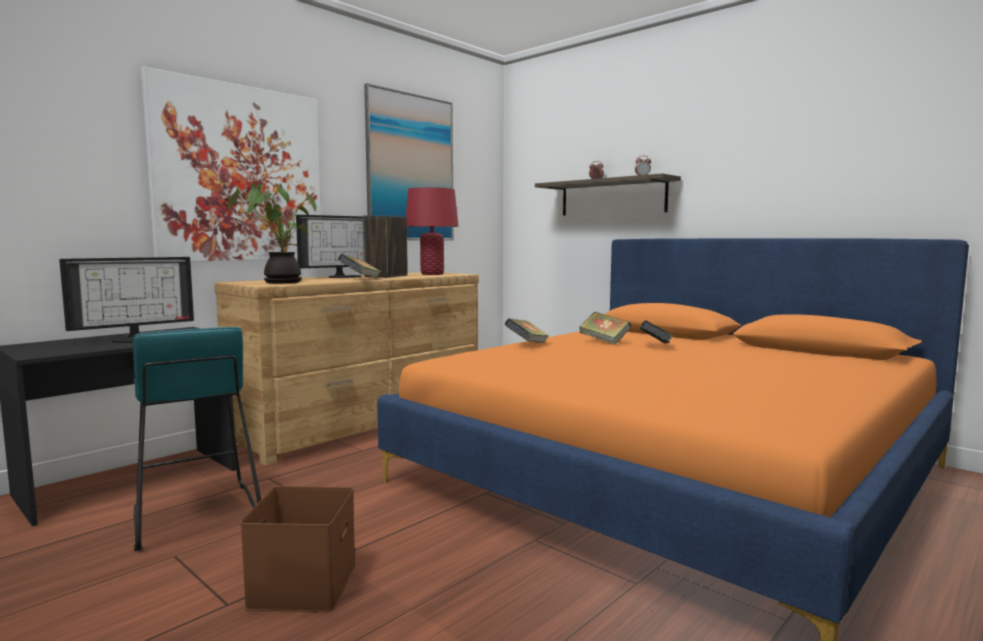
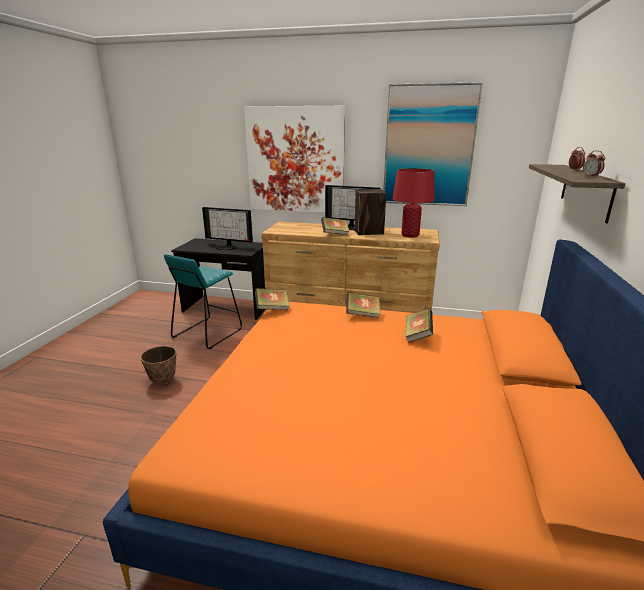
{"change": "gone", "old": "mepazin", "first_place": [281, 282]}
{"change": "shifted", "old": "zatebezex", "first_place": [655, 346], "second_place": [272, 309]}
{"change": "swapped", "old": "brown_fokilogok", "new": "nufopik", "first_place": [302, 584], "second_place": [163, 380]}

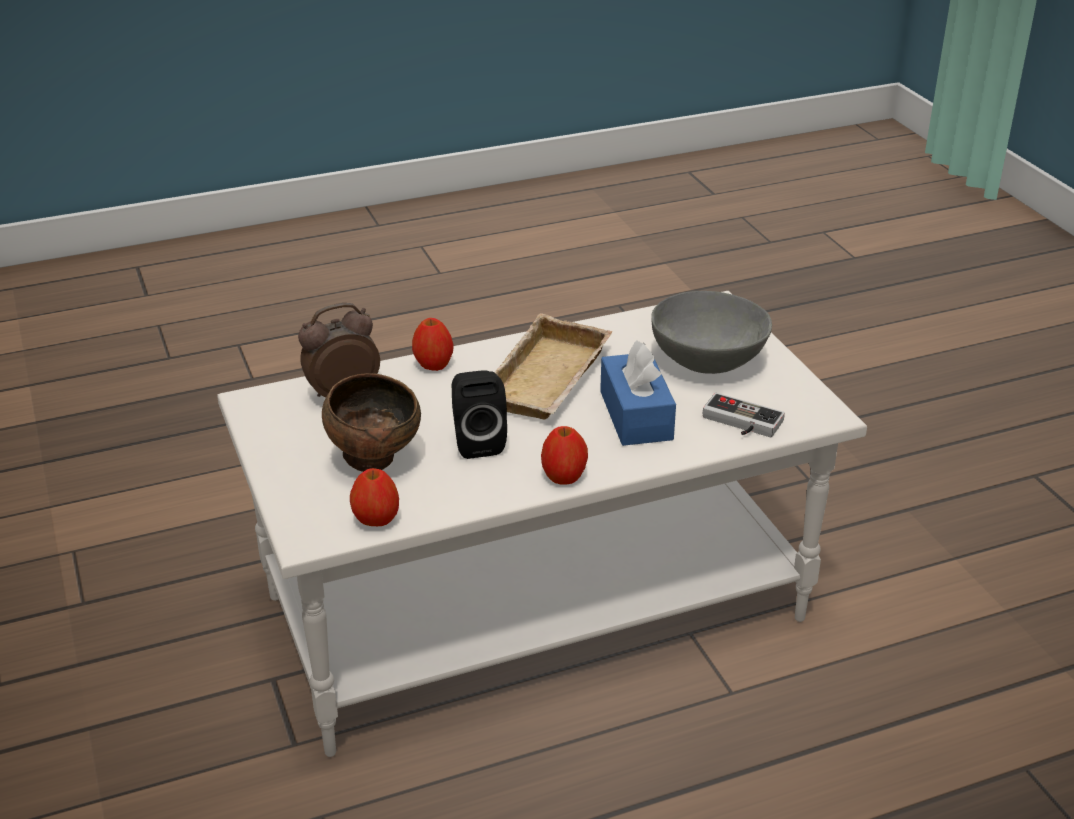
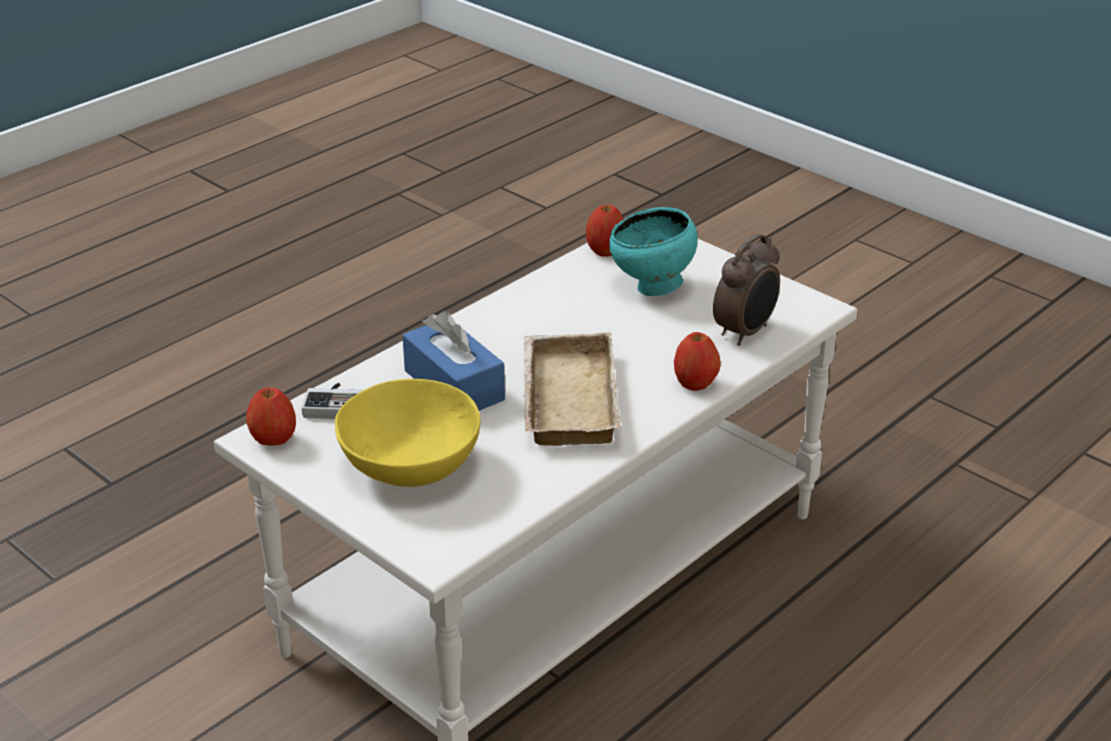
{"change": "gone", "old": "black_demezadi", "first_place": [477, 442]}
{"change": "shifted", "old": "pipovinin", "first_place": [564, 477], "second_place": [273, 440]}
{"change": "repainted", "old": "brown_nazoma", "new": "turquoise_nazoma", "first_place": [375, 461], "second_place": [652, 288]}
{"change": "repainted", "old": "grey_nazoma", "new": "yellow_nazoma", "first_place": [708, 361], "second_place": [411, 468]}

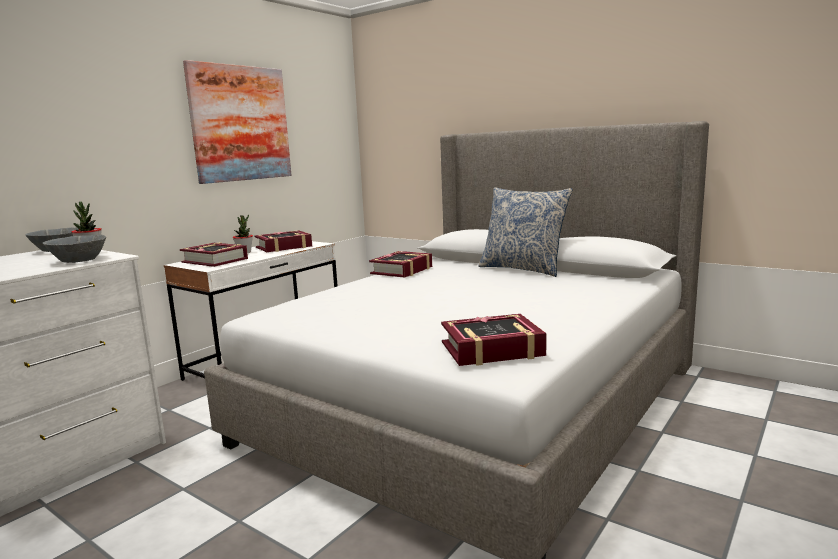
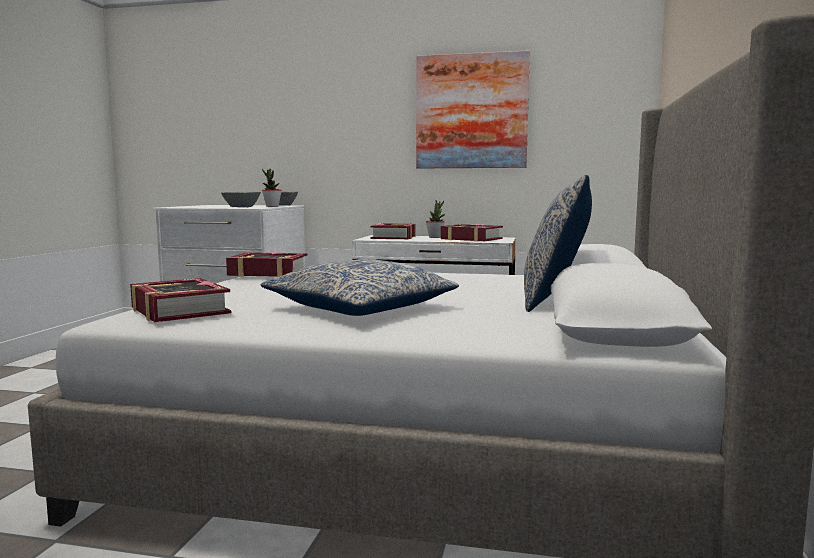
{"change": "new", "new": "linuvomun", "second_place": [361, 307]}
{"change": "shifted", "old": "zatebezex", "first_place": [402, 270], "second_place": [268, 273]}

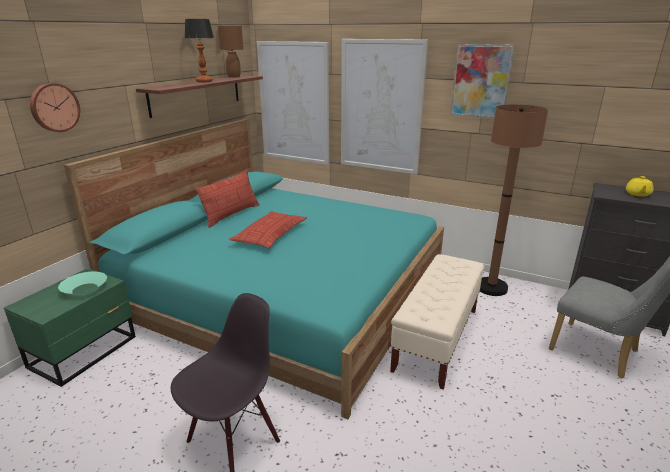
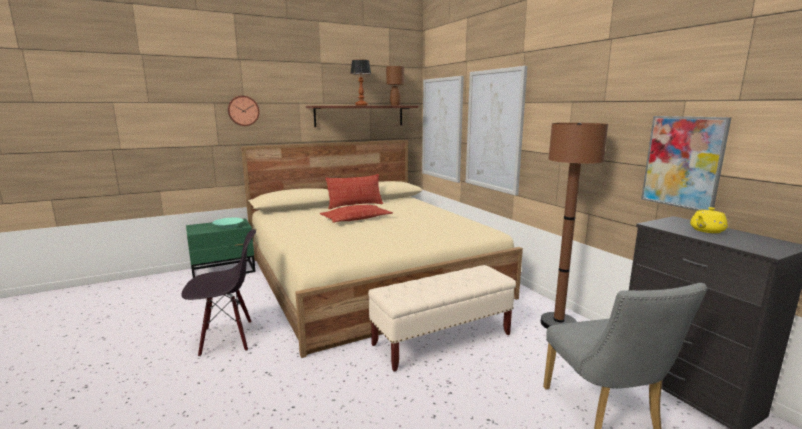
{"change": "shifted", "old": "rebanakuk", "first_place": [481, 81], "second_place": [683, 162]}
{"change": "repainted", "old": "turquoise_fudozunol", "new": "beige_fudozunol", "first_place": [285, 295], "second_place": [370, 277]}

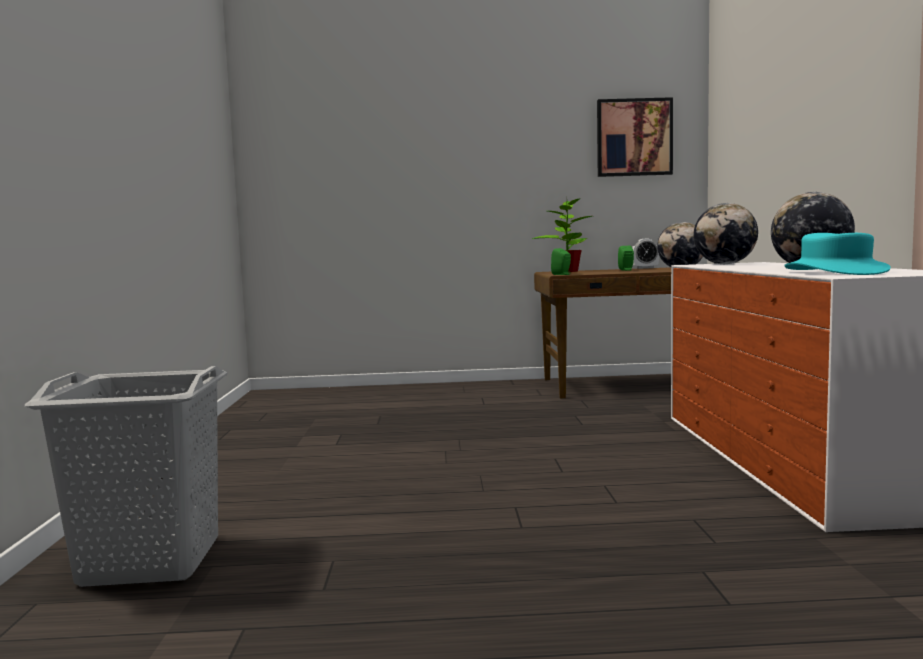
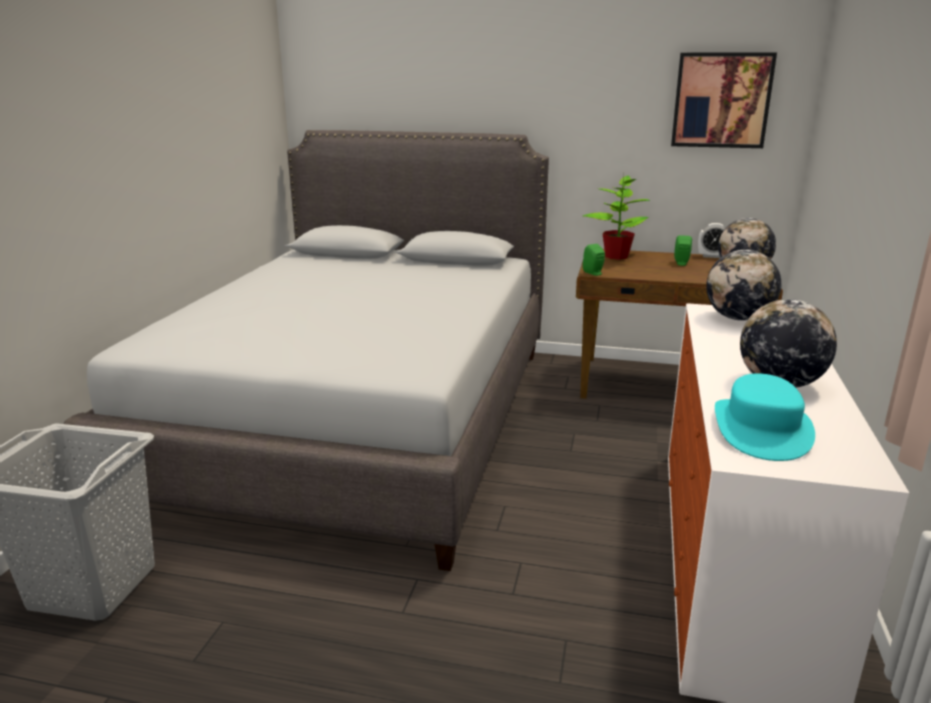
{"change": "new", "new": "grey_fudozunol", "second_place": [361, 418]}

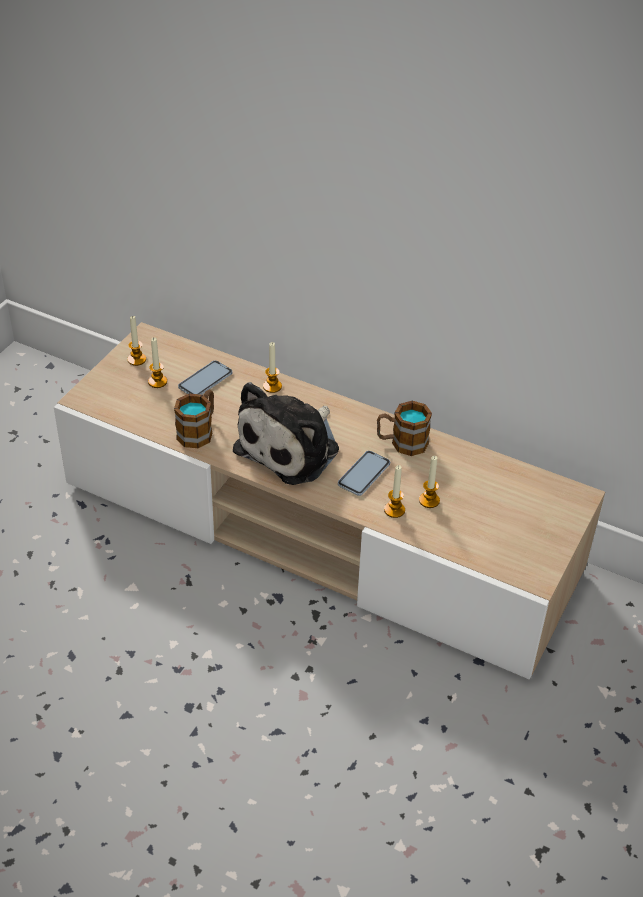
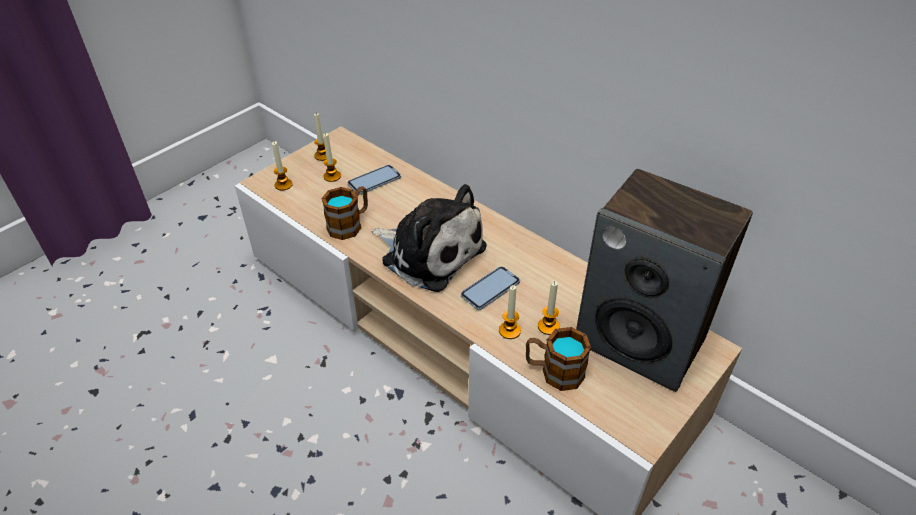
{"change": "new", "new": "demezadi", "second_place": [641, 341]}
{"change": "shifted", "old": "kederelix", "first_place": [272, 386], "second_place": [283, 185]}
{"change": "shifted", "old": "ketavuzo", "first_place": [401, 443], "second_place": [554, 371]}
{"change": "rotated", "old": "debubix", "first_place": [292, 447], "second_place": [429, 252], "degrees": -105}

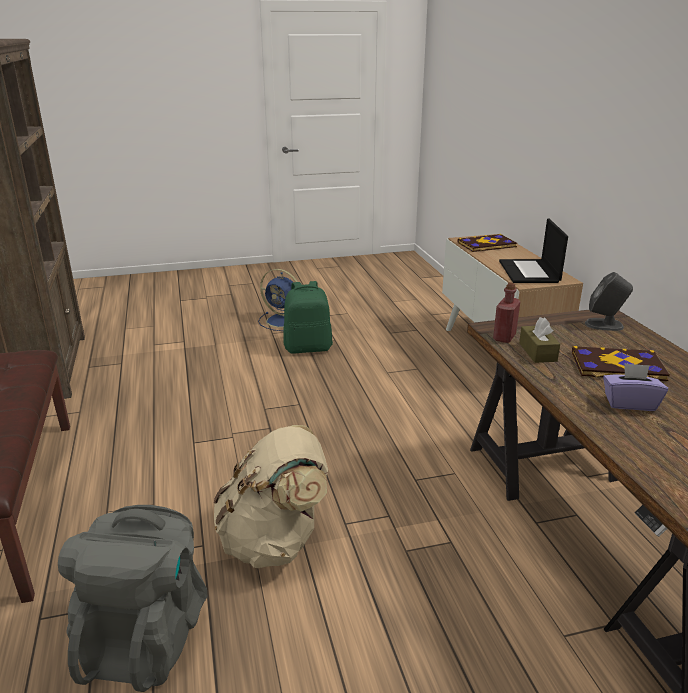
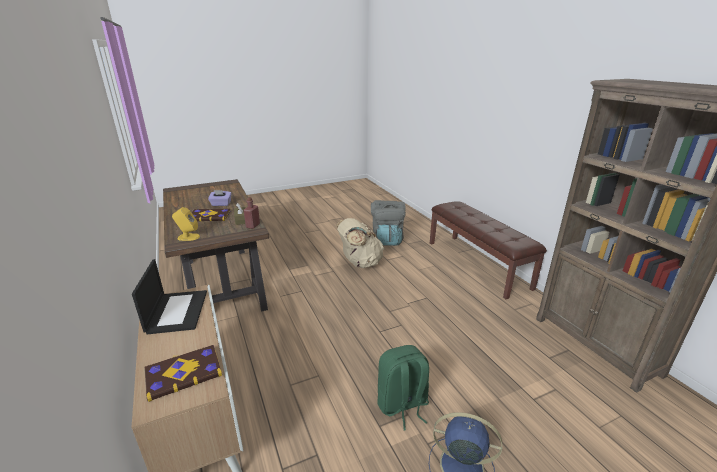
{"change": "repainted", "old": "grey_demezadi", "new": "yellow_demezadi", "first_place": [604, 325], "second_place": [188, 237]}

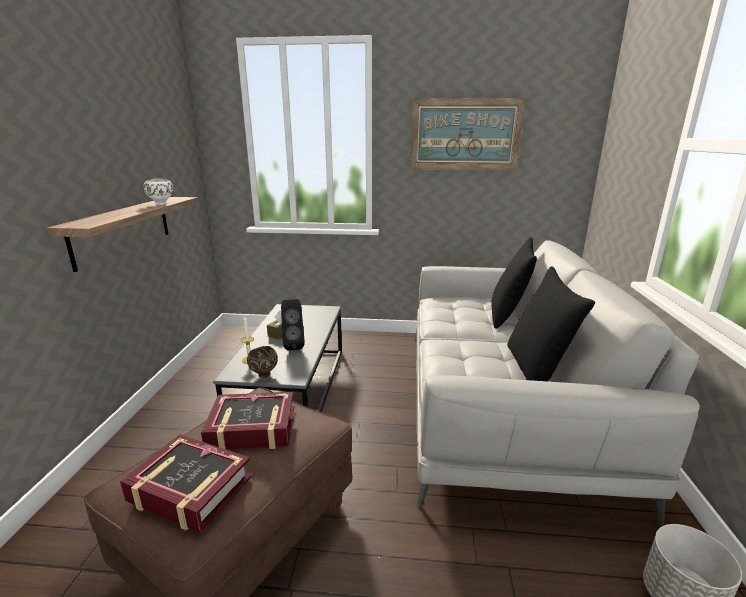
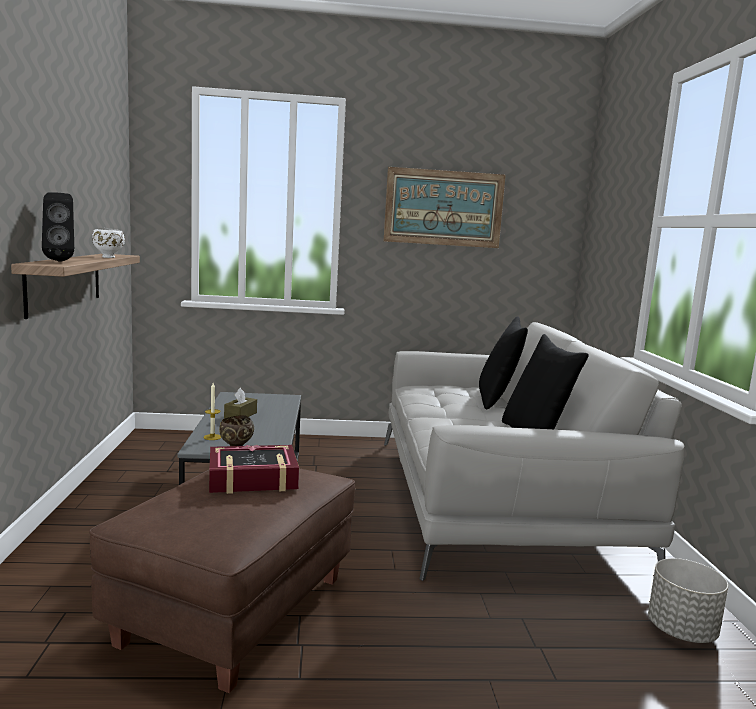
{"change": "gone", "old": "zatebezex", "first_place": [189, 489]}
{"change": "shifted", "old": "black_demezadi", "first_place": [294, 345], "second_place": [60, 261]}

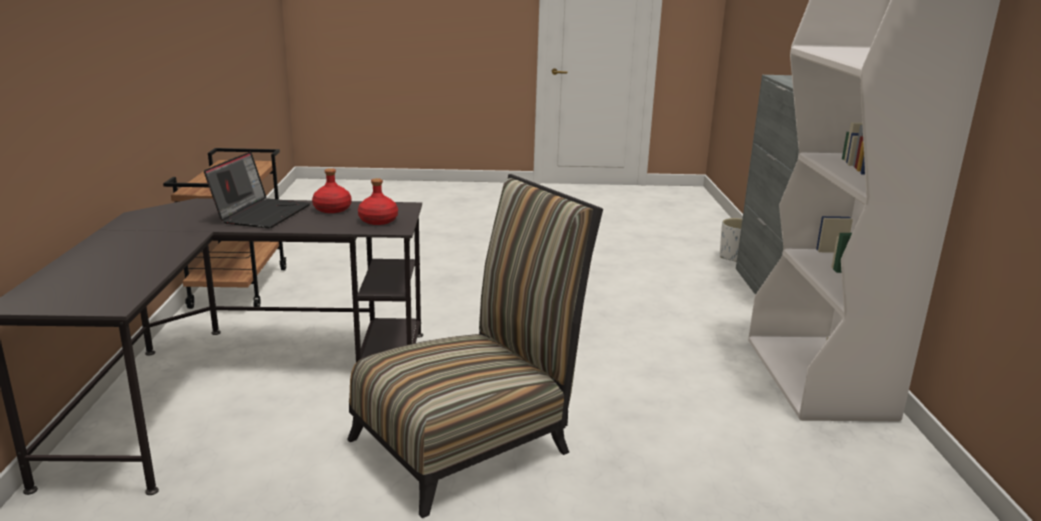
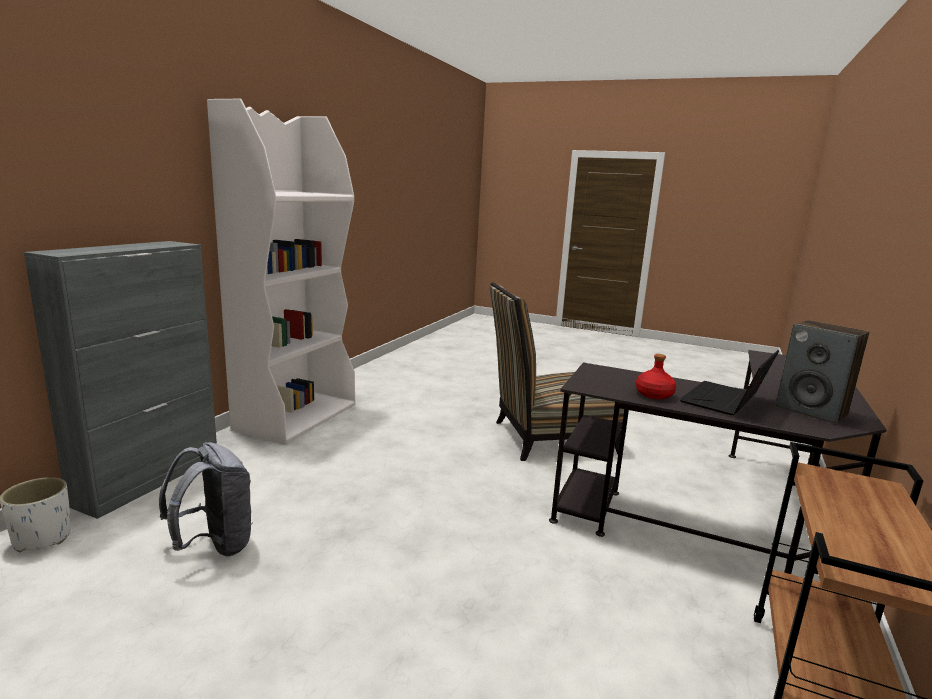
{"change": "gone", "old": "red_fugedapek", "first_place": [378, 220]}
{"change": "new", "new": "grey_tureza", "second_place": [214, 545]}
{"change": "new", "new": "demezadi", "second_place": [812, 411]}

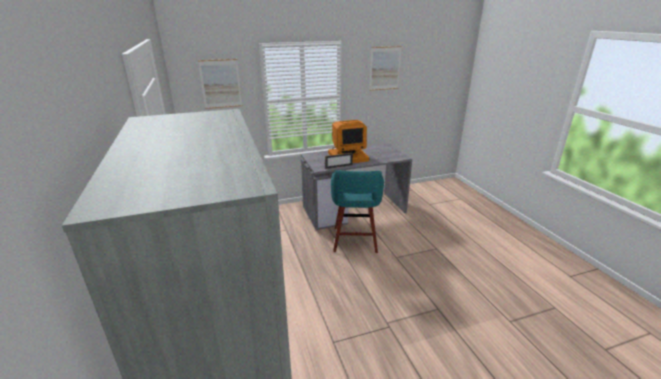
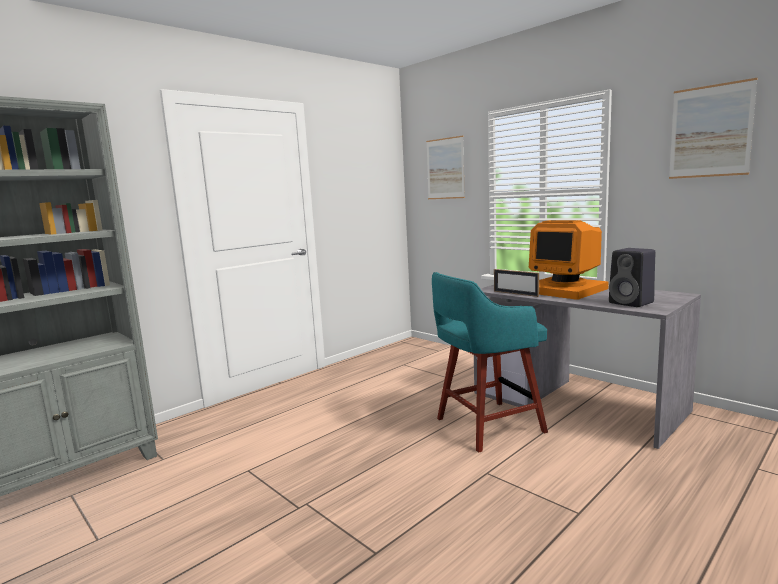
{"change": "new", "new": "black_demezadi", "second_place": [632, 303]}

